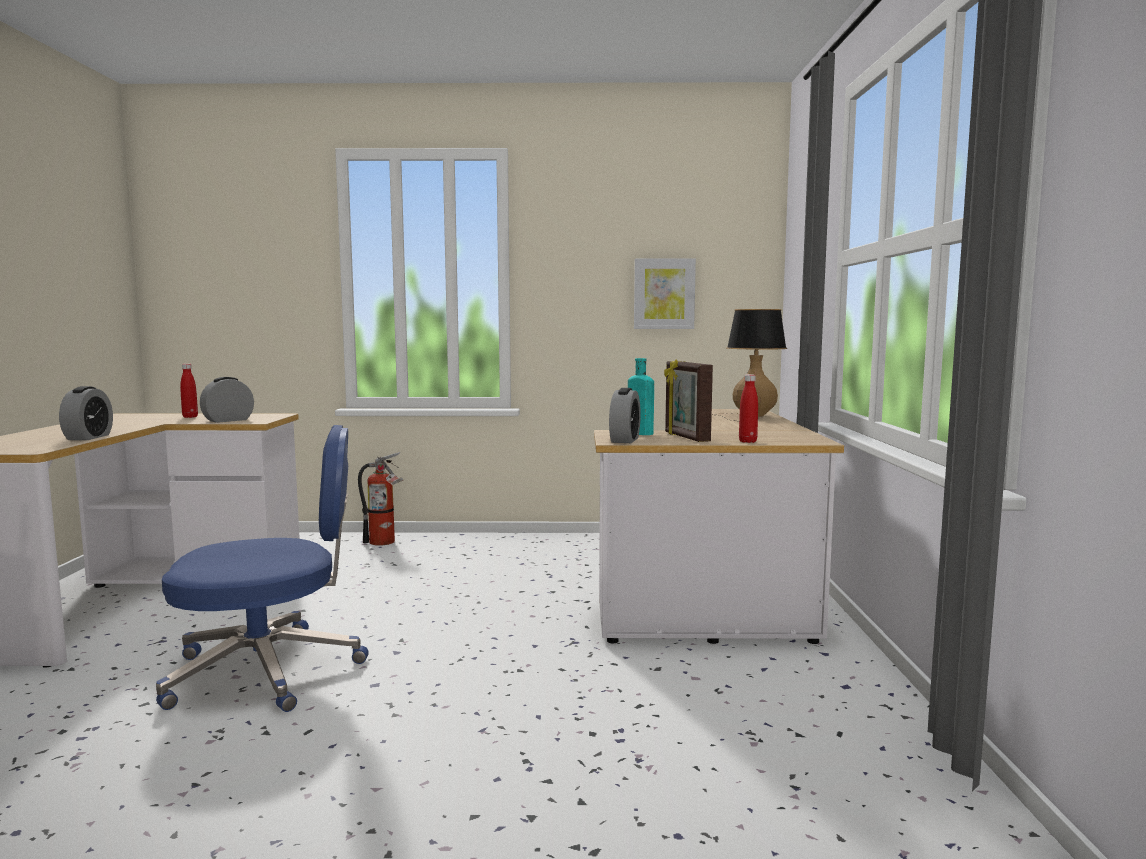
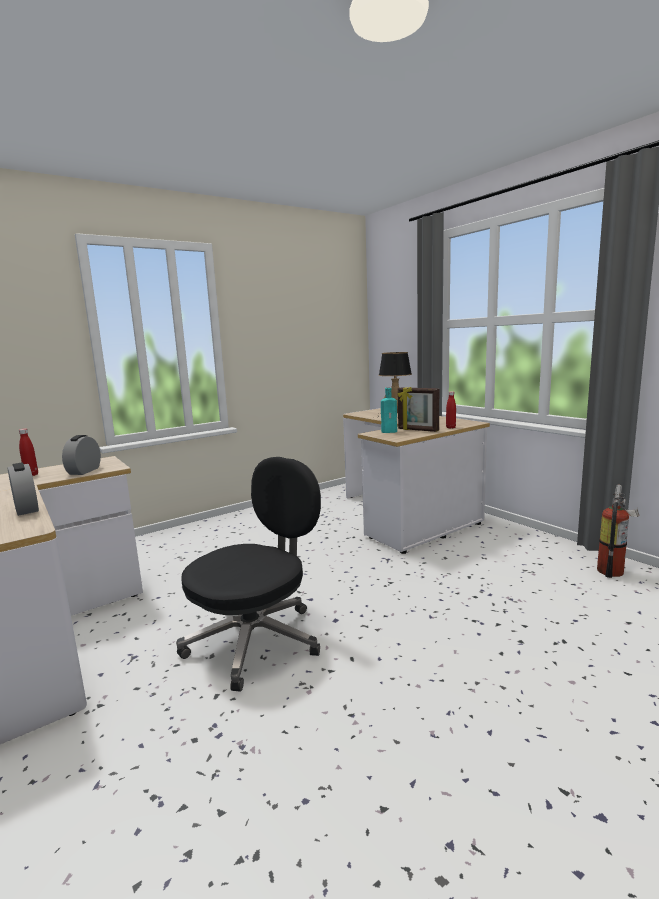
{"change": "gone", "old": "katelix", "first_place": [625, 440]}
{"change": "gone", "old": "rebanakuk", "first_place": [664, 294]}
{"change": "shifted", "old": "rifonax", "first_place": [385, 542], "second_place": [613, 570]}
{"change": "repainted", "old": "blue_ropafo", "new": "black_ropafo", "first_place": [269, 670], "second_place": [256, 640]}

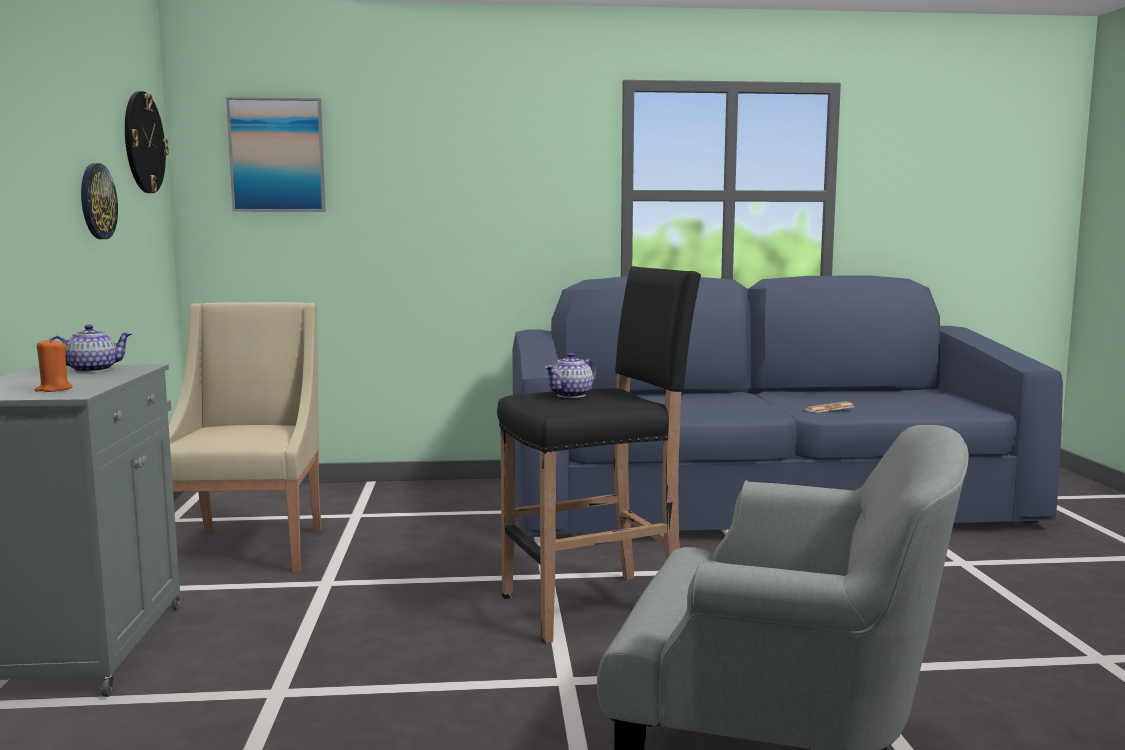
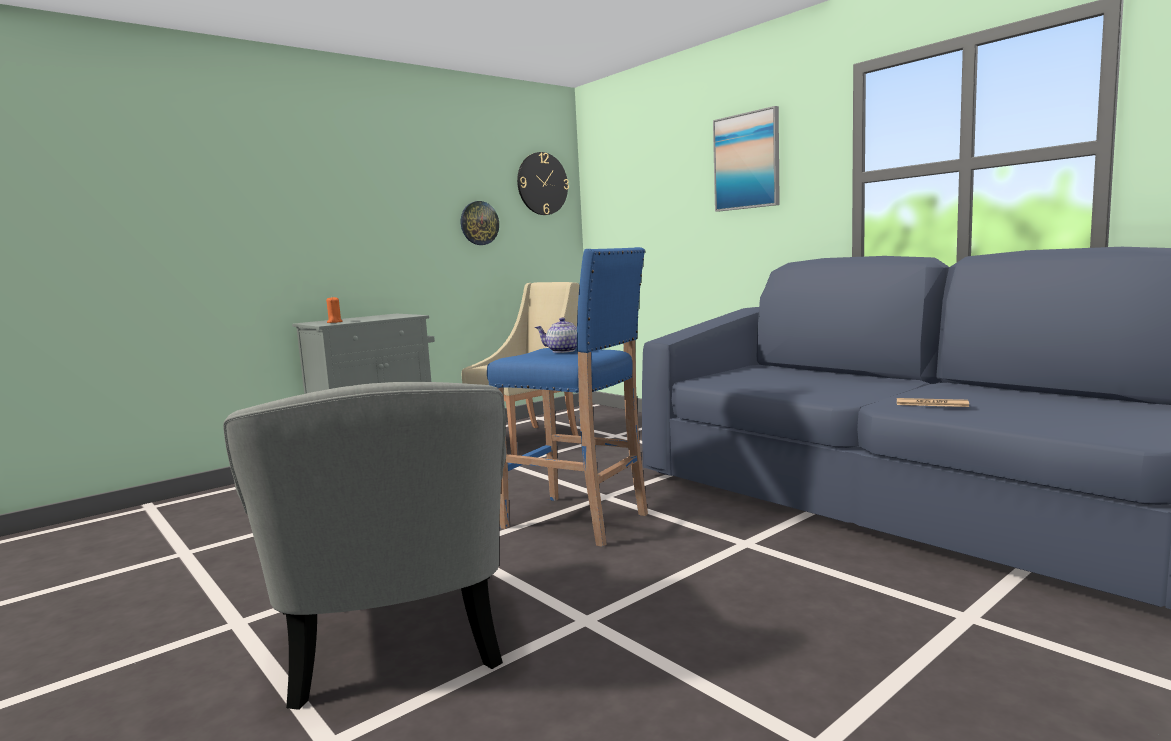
{"change": "gone", "old": "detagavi", "first_place": [91, 370]}
{"change": "shifted", "old": "rebanakuk", "first_place": [277, 155], "second_place": [747, 161]}
{"change": "repainted", "old": "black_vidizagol", "new": "blue_vidizagol", "first_place": [595, 606], "second_place": [578, 521]}

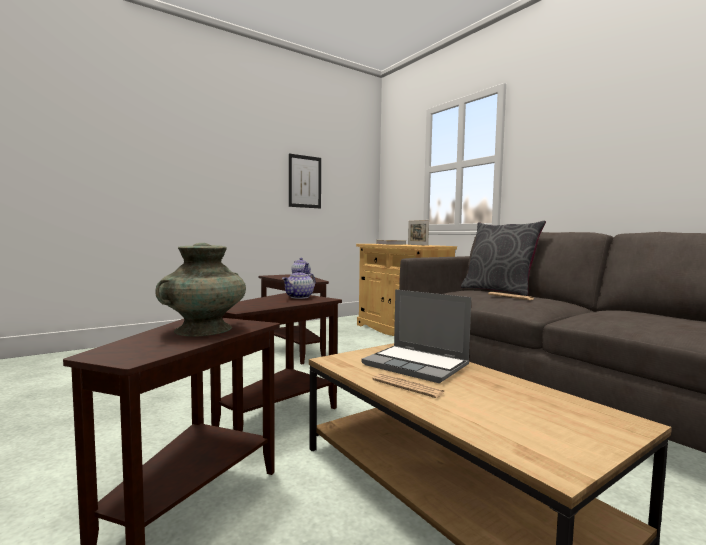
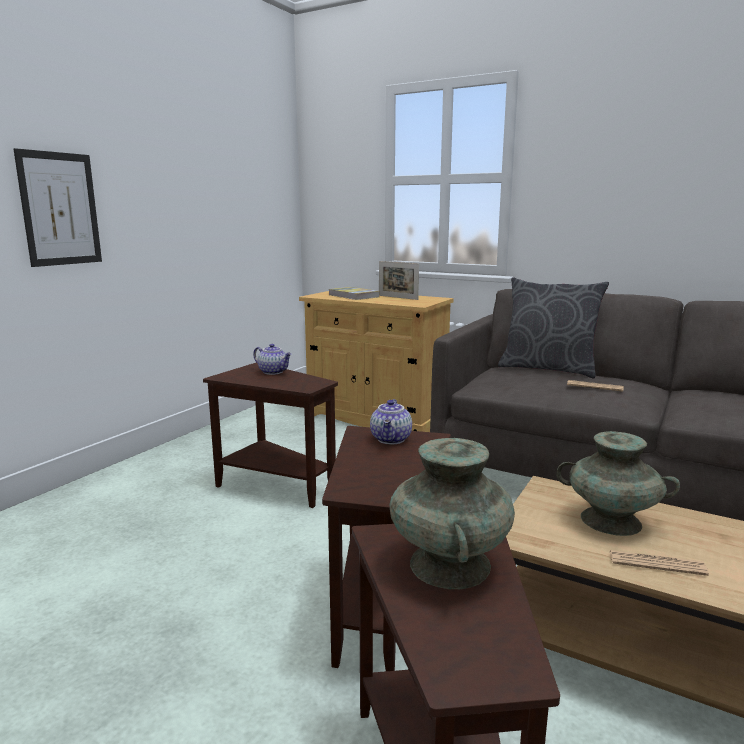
{"change": "shifted", "old": "rebanakuk", "first_place": [305, 181], "second_place": [60, 209]}
{"change": "swapped", "old": "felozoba", "new": "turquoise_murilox", "first_place": [417, 365], "second_place": [611, 521]}

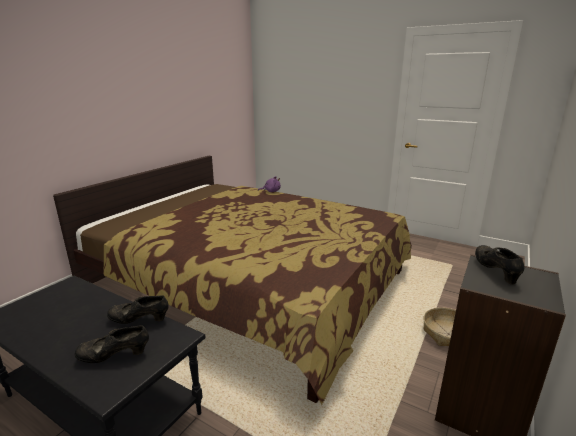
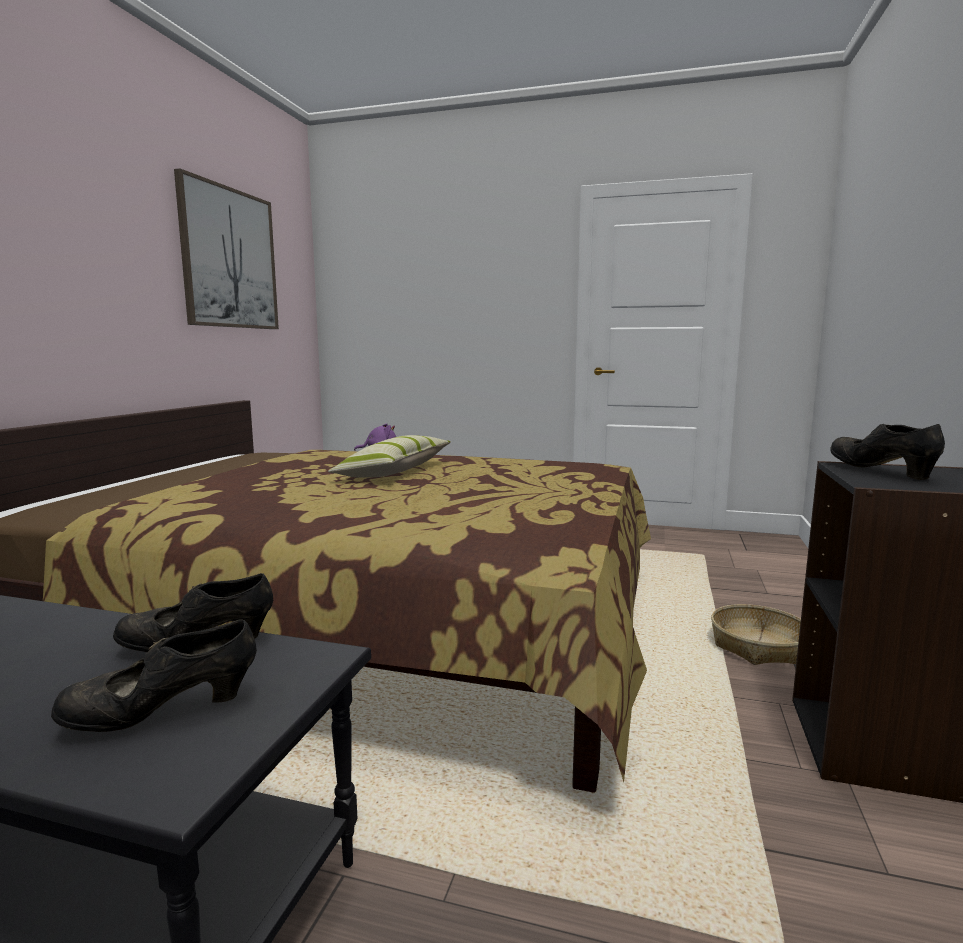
{"change": "new", "new": "rebanakuk", "second_place": [229, 258]}
{"change": "new", "new": "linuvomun", "second_place": [395, 471]}

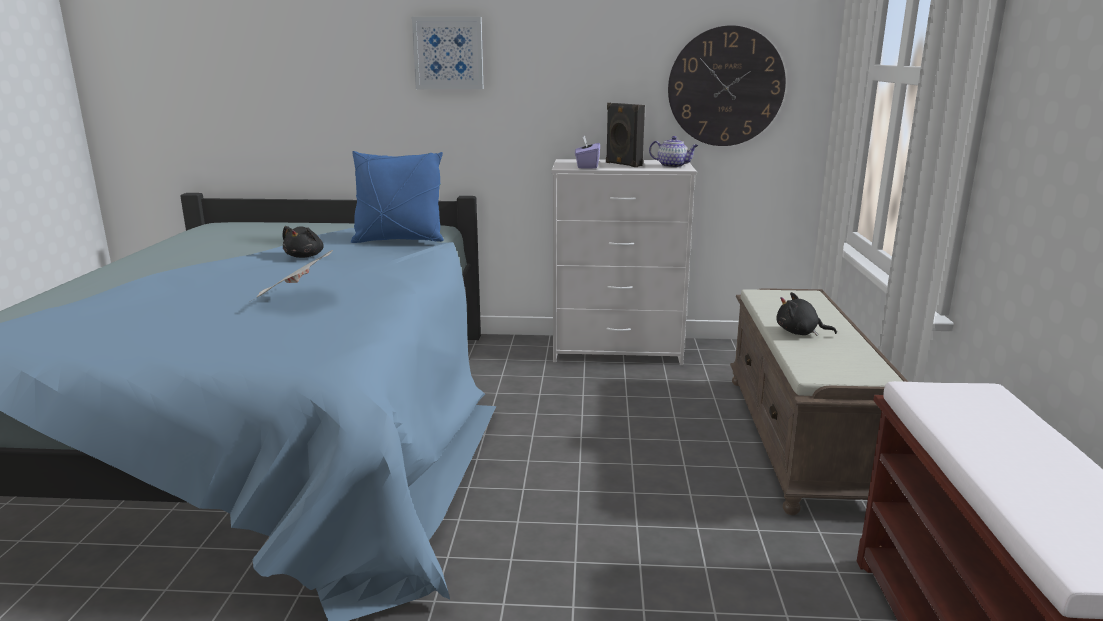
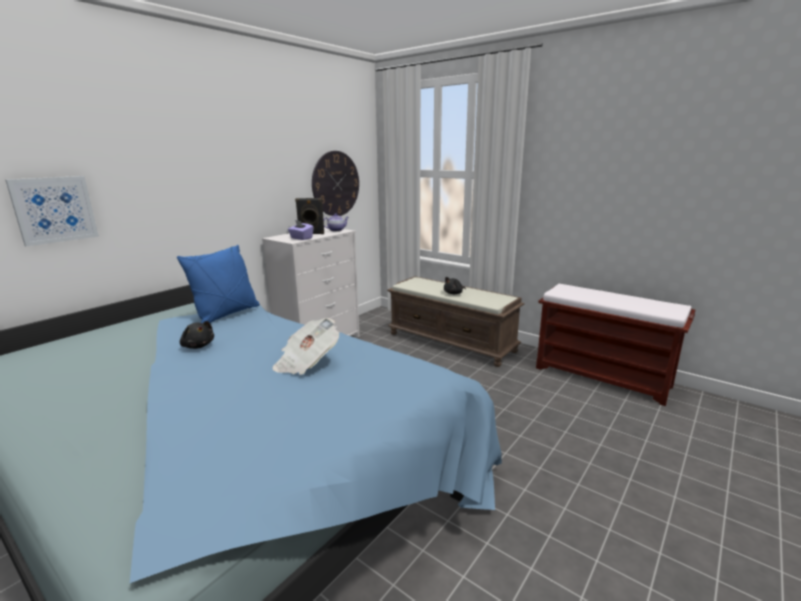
{"change": "shifted", "old": "rebanakuk", "first_place": [448, 53], "second_place": [54, 209]}

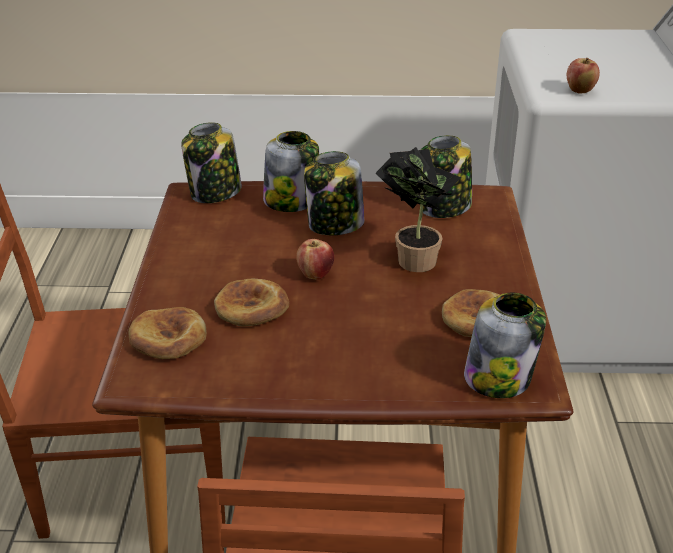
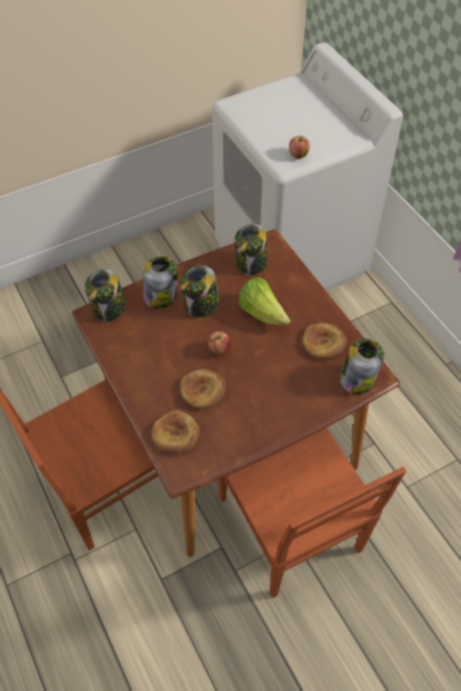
{"change": "swapped", "old": "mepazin", "new": "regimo", "first_place": [413, 258], "second_place": [262, 313]}

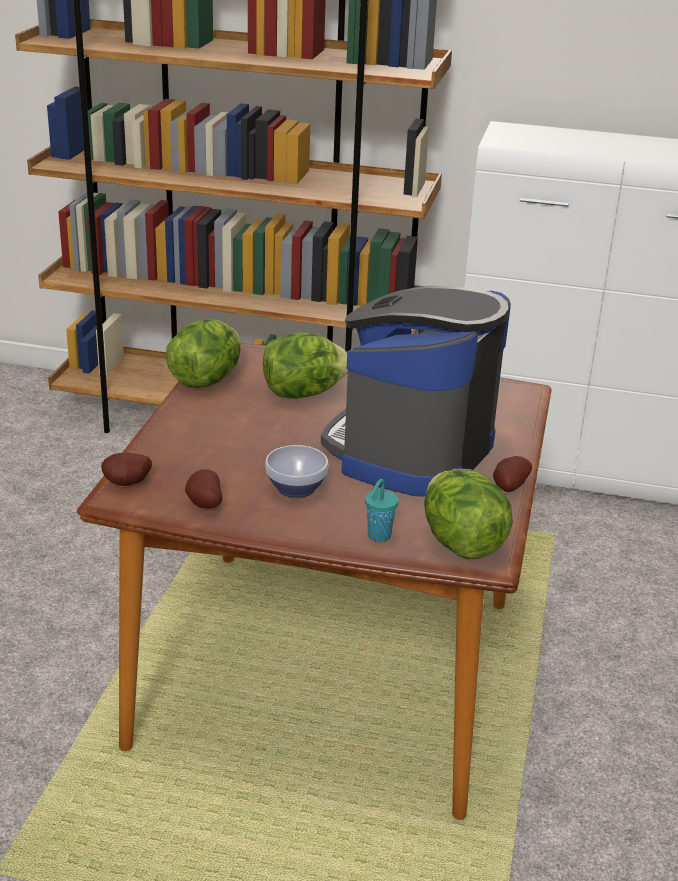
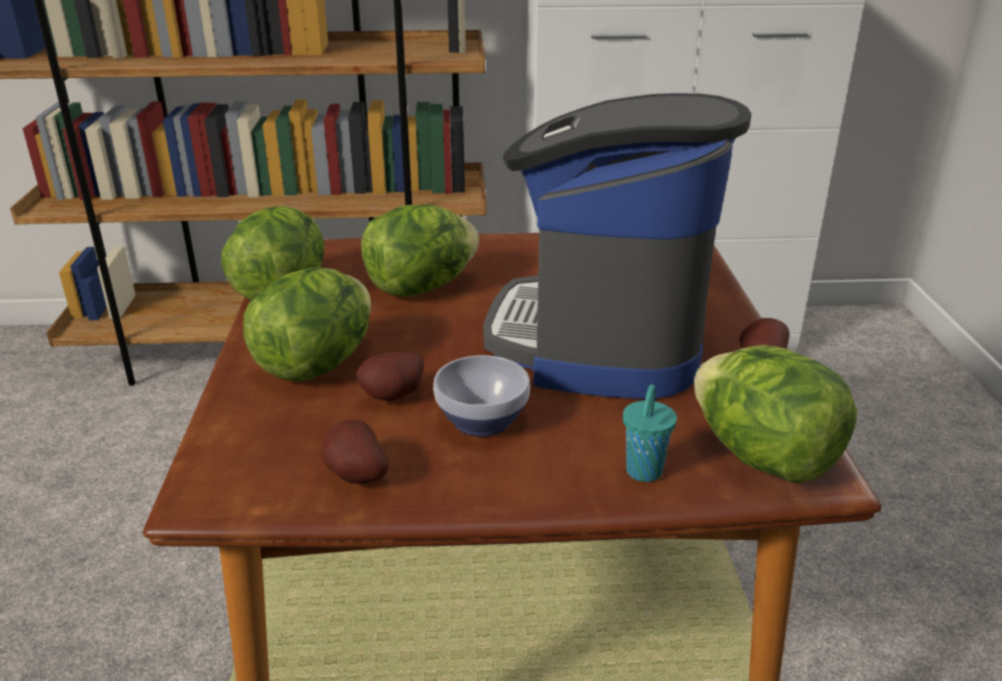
{"change": "new", "new": "regimo", "second_place": [316, 364]}
{"change": "shifted", "old": "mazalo", "first_place": [128, 484], "second_place": [395, 397]}

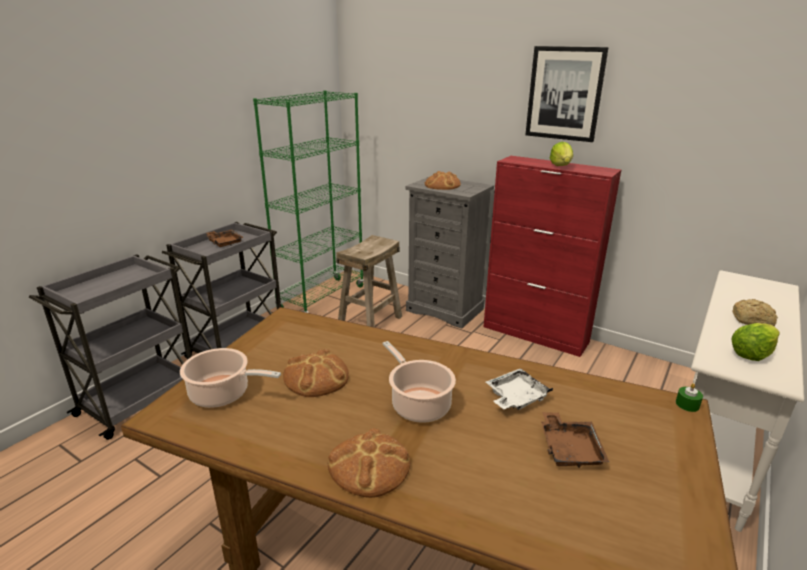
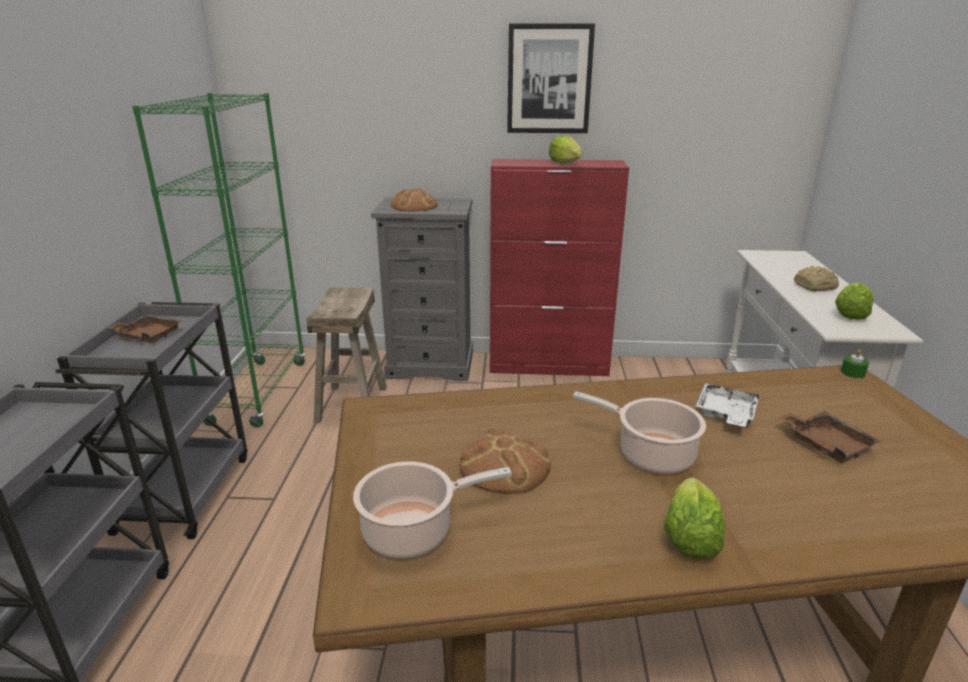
{"change": "swapped", "old": "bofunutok", "new": "regimo", "first_place": [369, 466], "second_place": [689, 538]}

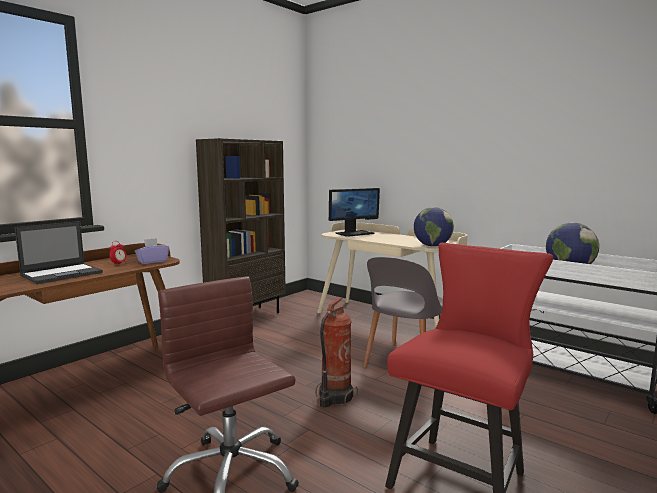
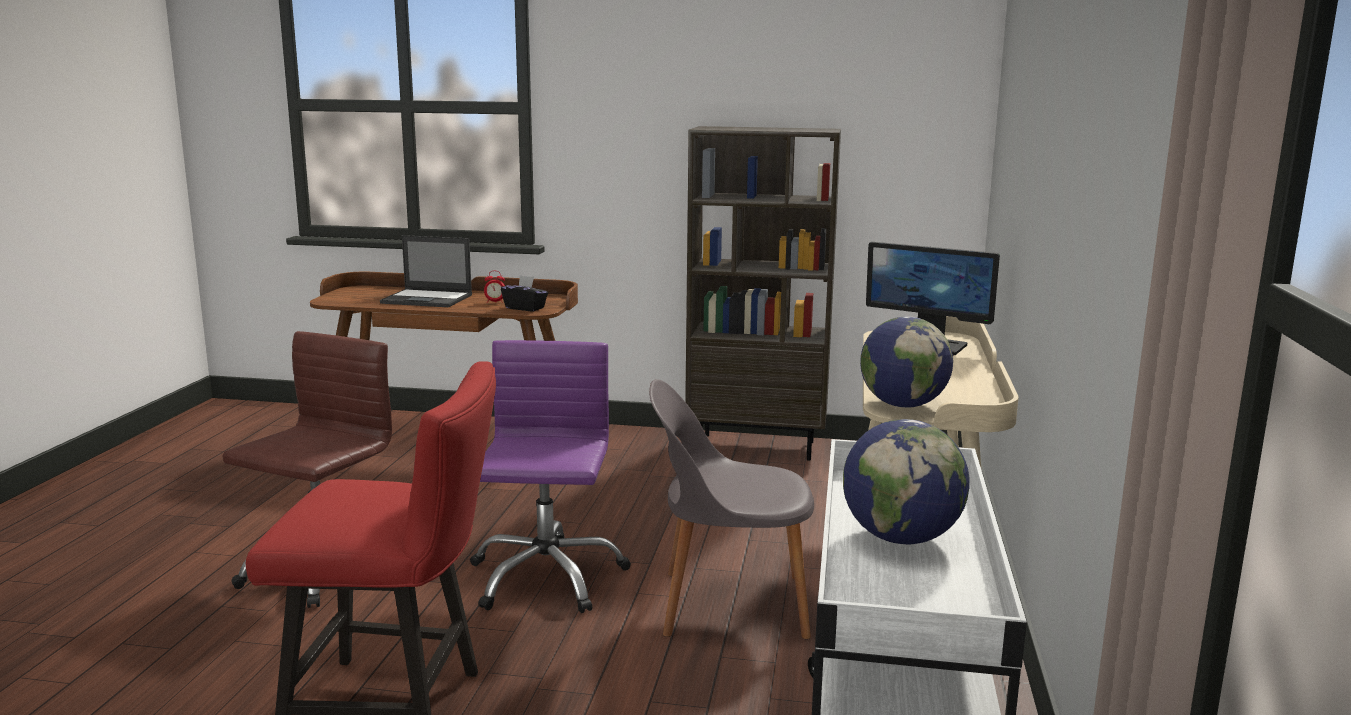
{"change": "swapped", "old": "rifonax", "new": "purple_ropafo", "first_place": [334, 397], "second_place": [545, 577]}
{"change": "repainted", "old": "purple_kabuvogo", "new": "black_kabuvogo", "first_place": [152, 261], "second_place": [525, 308]}

